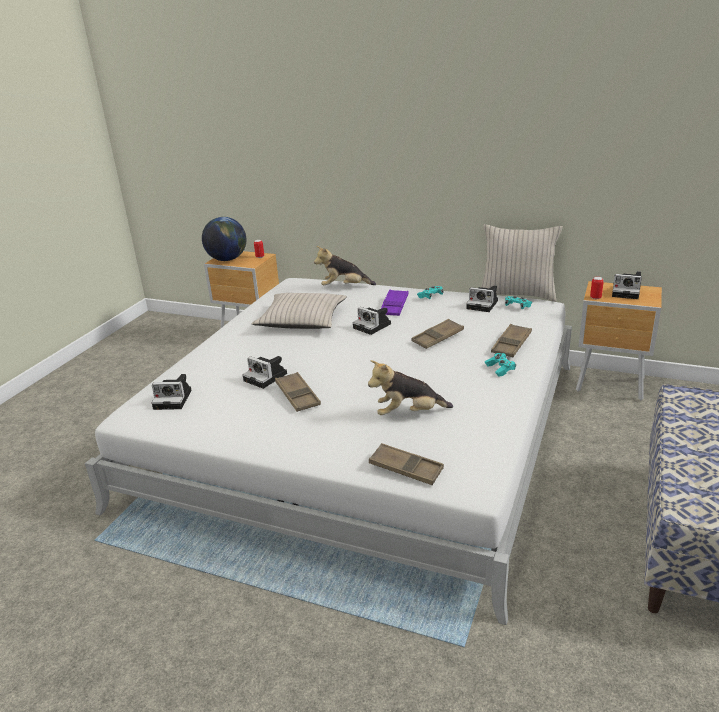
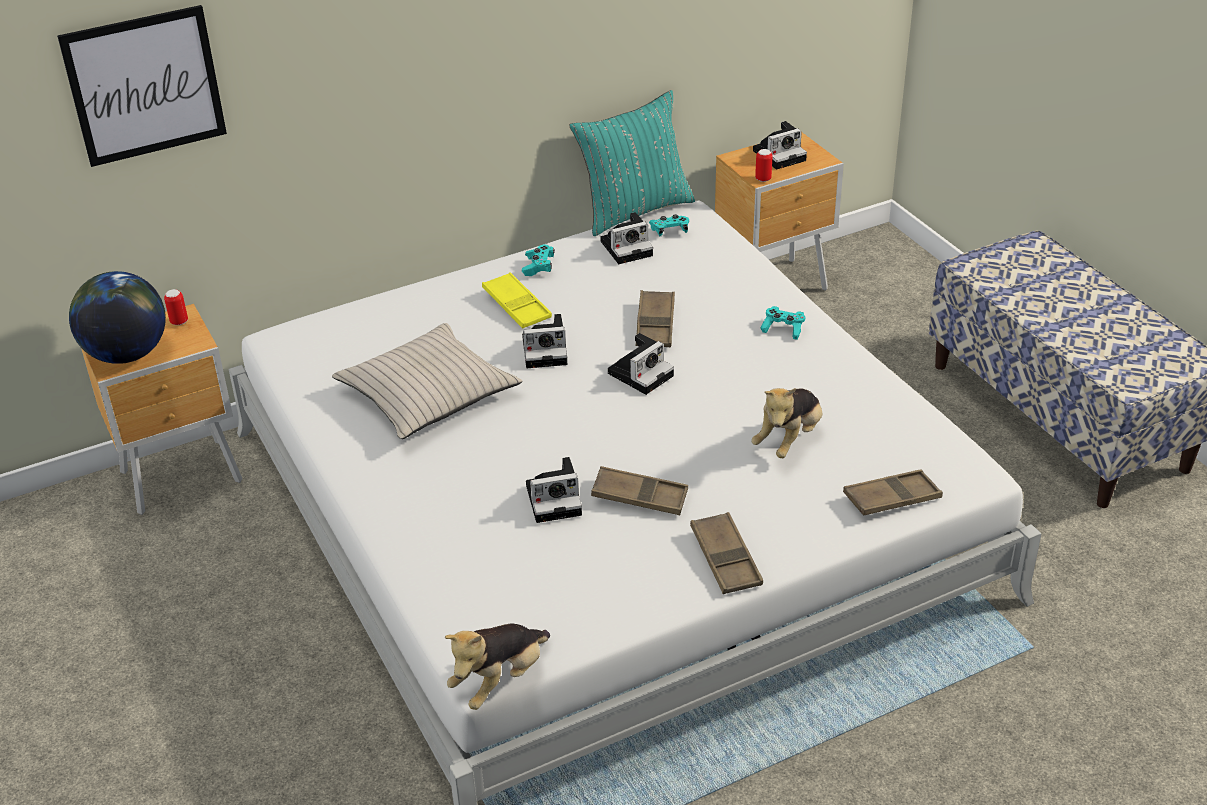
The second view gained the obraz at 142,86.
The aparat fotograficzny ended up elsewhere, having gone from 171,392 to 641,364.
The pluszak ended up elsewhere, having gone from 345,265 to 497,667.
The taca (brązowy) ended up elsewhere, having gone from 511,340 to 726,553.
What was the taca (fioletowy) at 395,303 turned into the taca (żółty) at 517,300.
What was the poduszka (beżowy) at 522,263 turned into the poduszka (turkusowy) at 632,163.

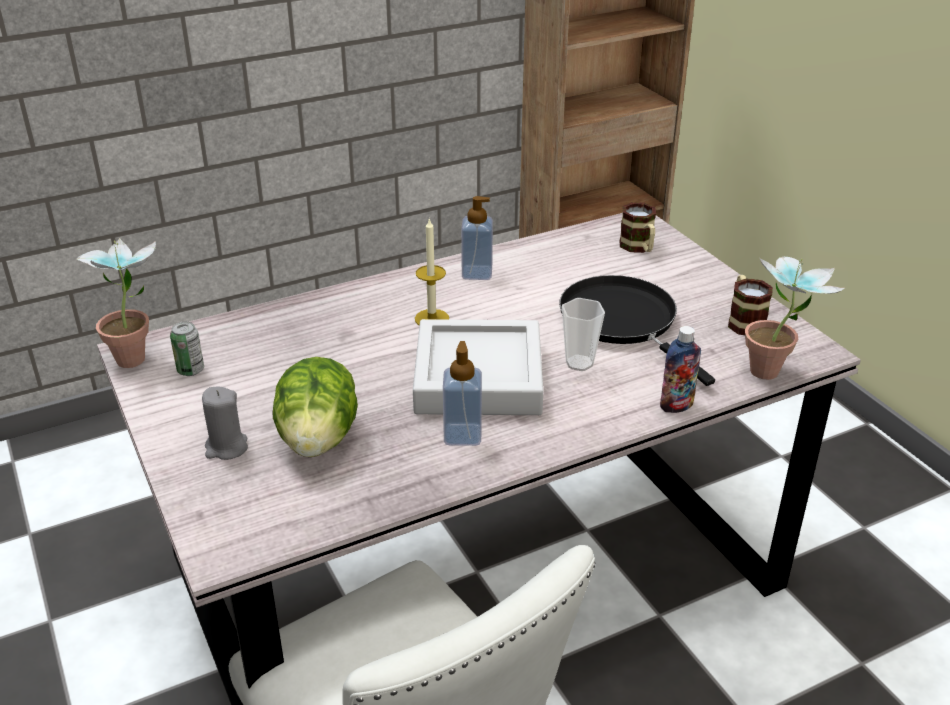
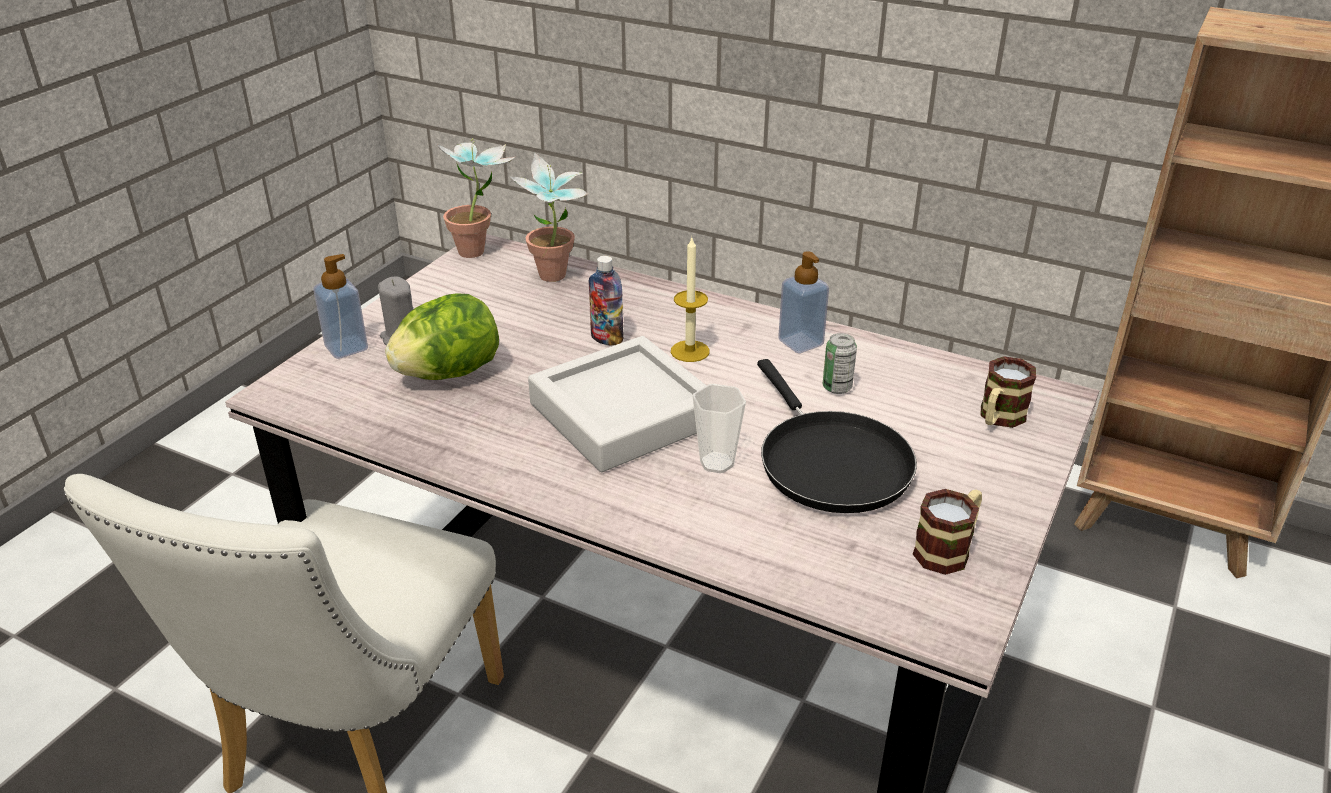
The puszka ended up elsewhere, having gone from 187,349 to 840,363.
The dozownik mydła ended up elsewhere, having gone from 462,393 to 340,306.
The butelka ended up elsewhere, having gone from 680,369 to 606,300.
The roślina doniczkowa ended up elsewhere, having gone from 795,318 to 549,217.
The patelnia (czarny) at 637,330 ended up facing another way, 135 degrees clockwise from before.

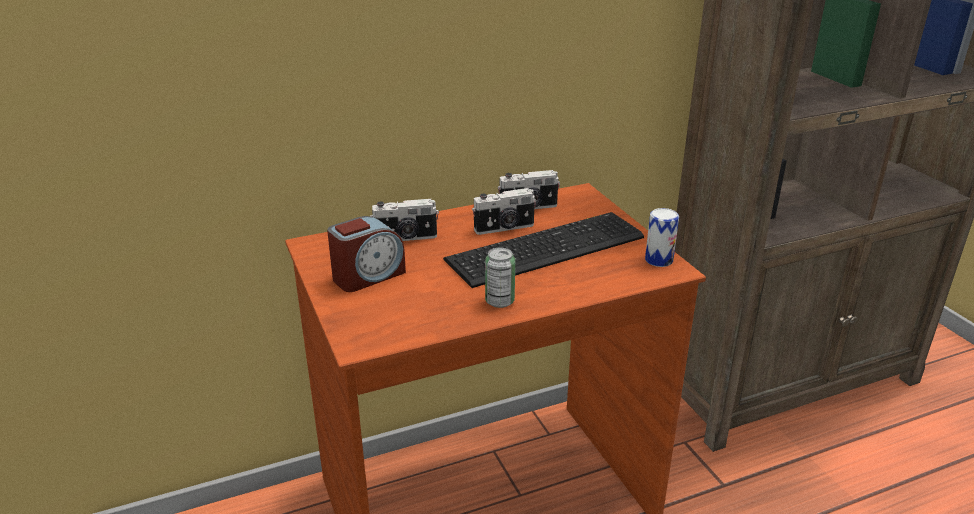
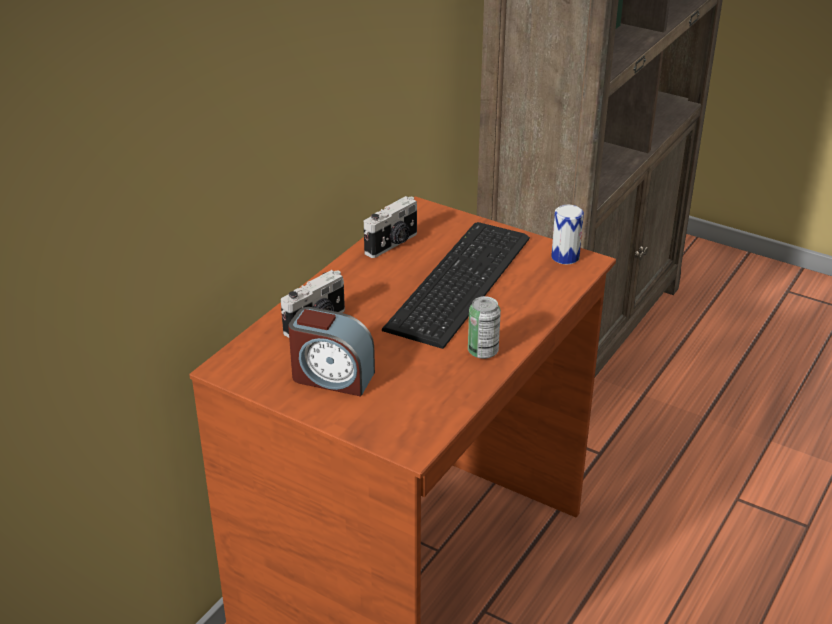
The second view lost the aparat fotograficzny at 504,211.
The budzik at 366,254 ended up facing another way, 90 degrees clockwise from before.

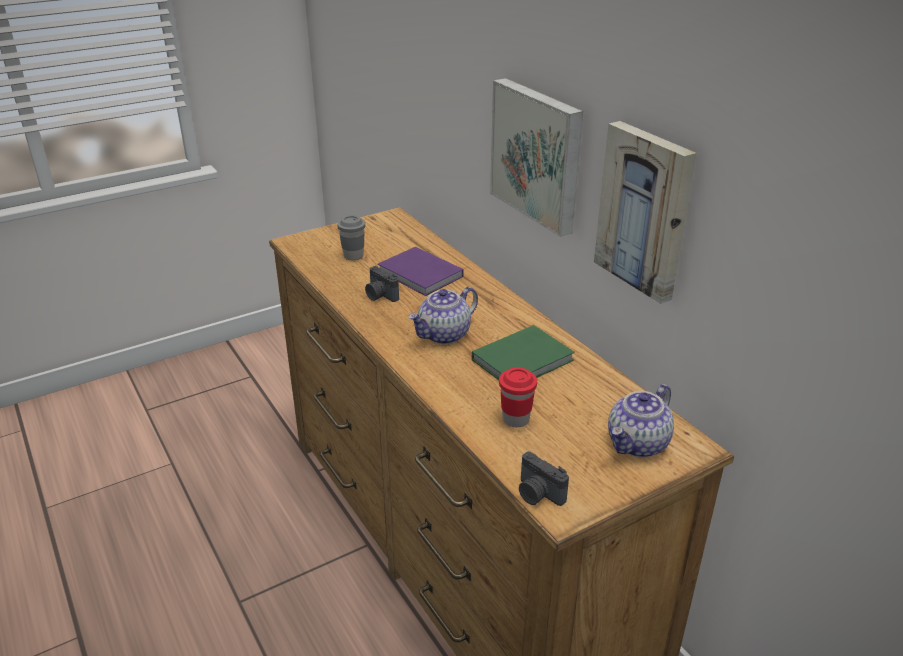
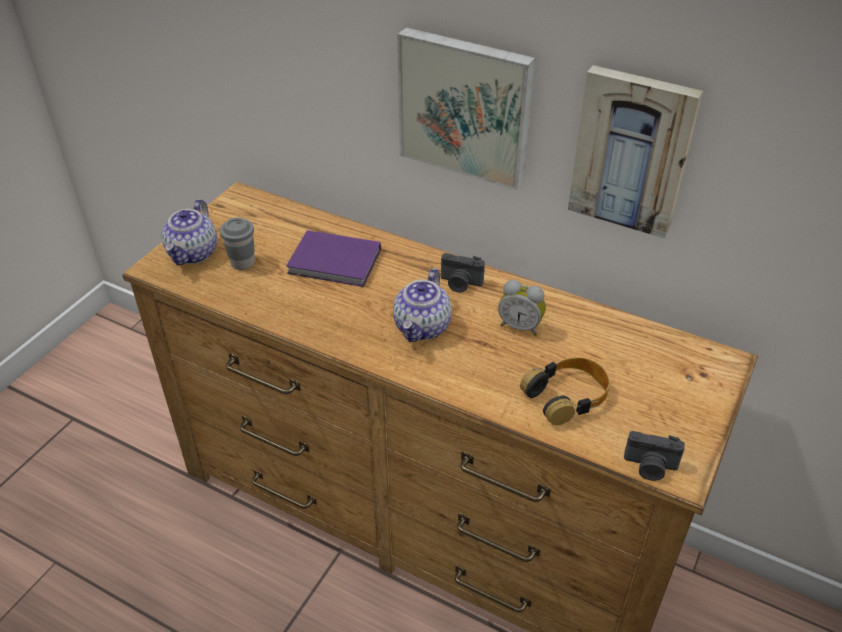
The aparat fotograficzny ended up elsewhere, having gone from 382,284 to 463,273.
The imbryk ended up elsewhere, having gone from 641,420 to 189,232.
Where the książka (zielony) stood at 523,352, the budzik came to stand at 522,308.
Where the filiżanka (czerwony) stood at 518,397, the słuchawki came to stand at 565,391.

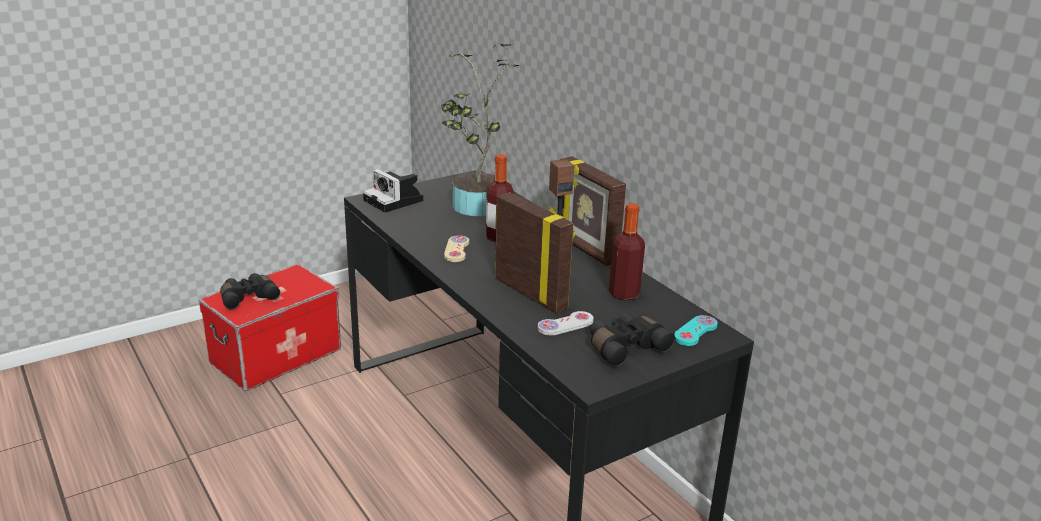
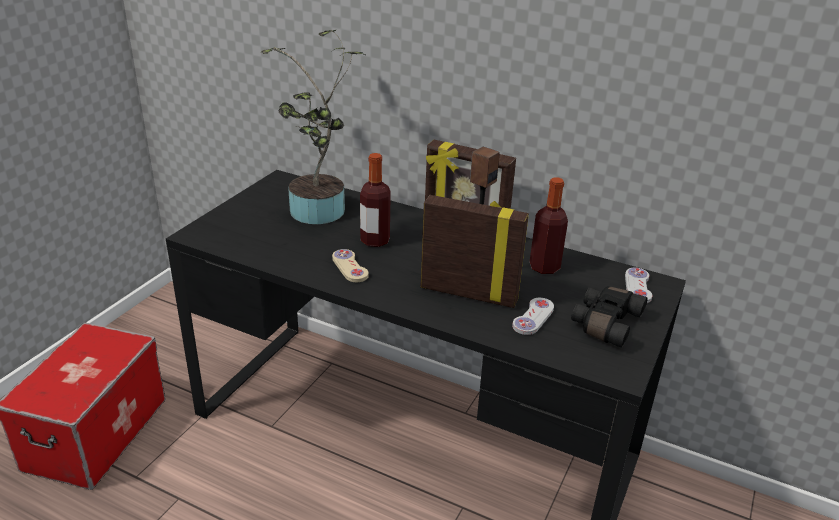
The second view lost the lornetka (czarny) at 250,291.
The second view lost the aparat fotograficzny at 393,191.
What was the pad do gier (turkusowy) at 696,330 turned into the pad do gier (biały) at 639,285.

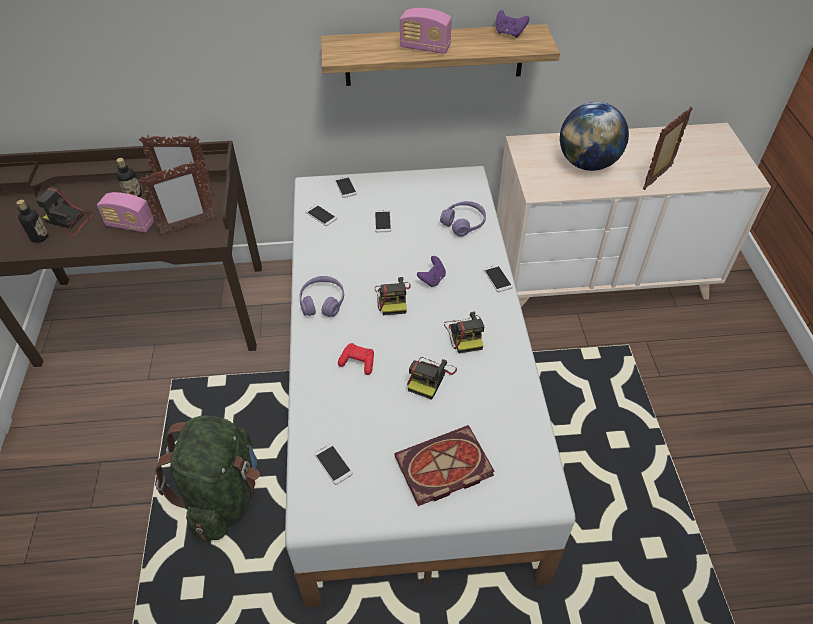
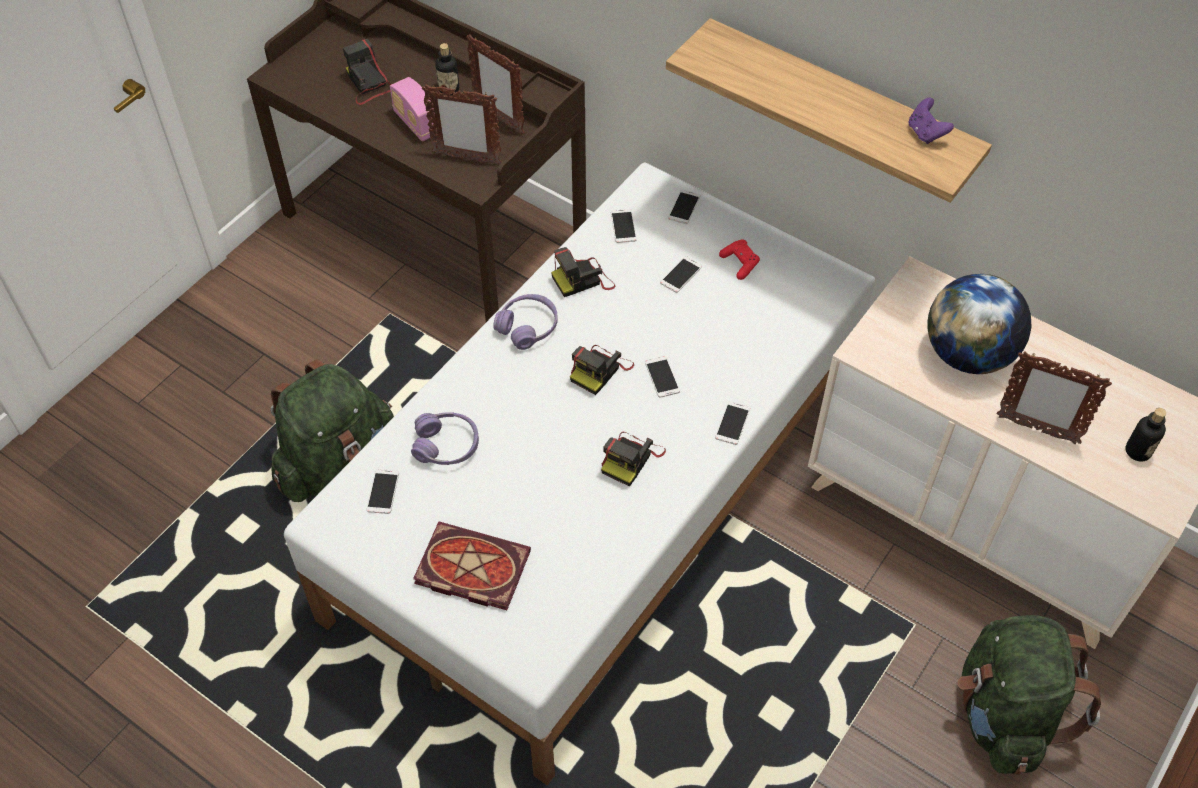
The second view lost the radio at 426,31.
The second view gained the plecak (zielony) at 1029,695.
The butelka ended up elsewhere, having gone from 32,221 to 1145,434.
The pad do gier (czerwony) ended up elsewhere, having gone from 356,359 to 739,259.
The aparat fotograficzny ended up elsewhere, having gone from 432,378 to 583,272.
The słuchawki (fioletowy) ended up elsewhere, having gone from 463,219 to 445,438.
Where the pad do gier (fioletowy) stood at 431,271, the telefon came to stand at 662,377.
The ramka na zdjęcie at 668,148 ended up facing another way, 150 degrees counterclockwise from before.

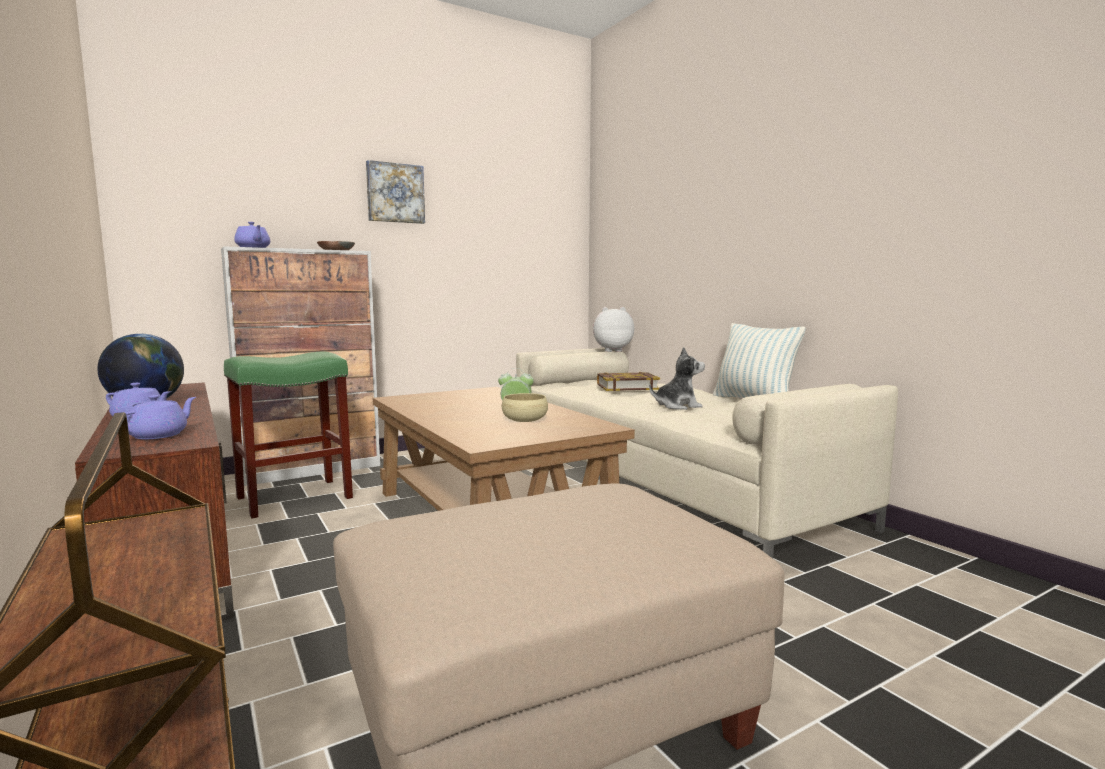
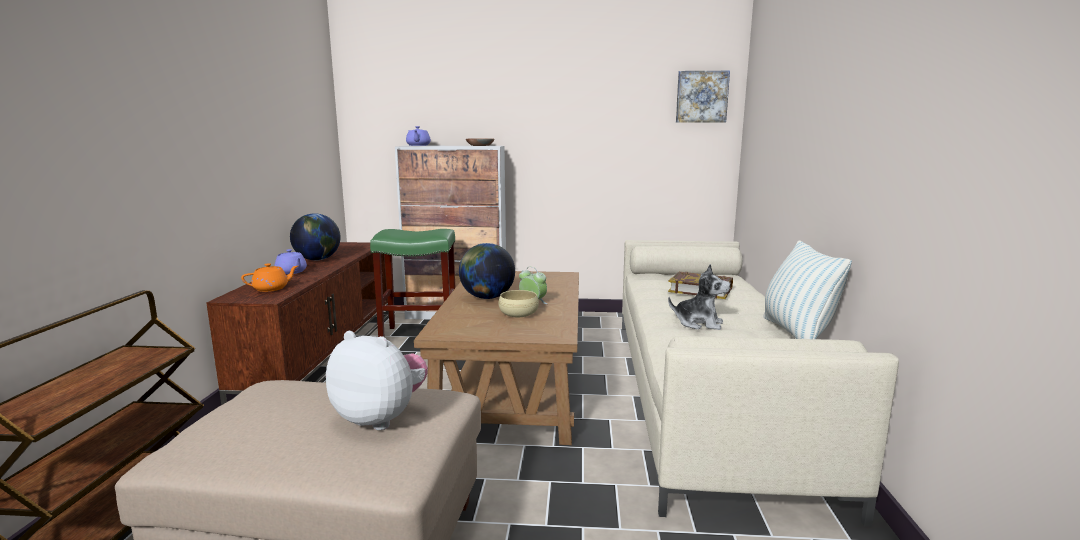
The second view gained the globus at 487,271.
The obraz ended up elsewhere, having gone from 395,192 to 703,97.
The pluszak ended up elsewhere, having gone from 613,329 to 377,380.
What was the imbryk (fioletowy) at 160,417 turned into the imbryk (pomarańczowy) at 269,277.

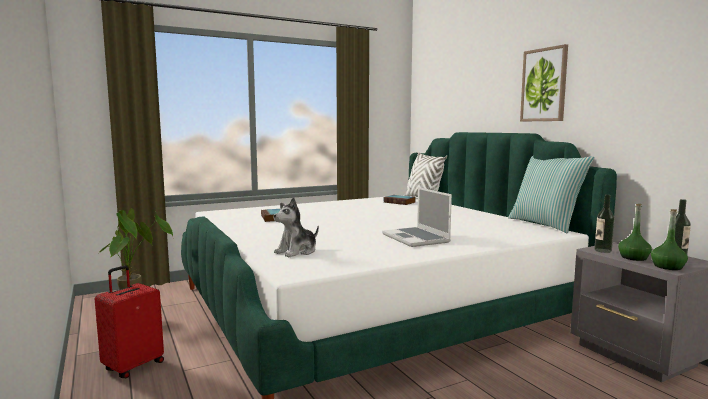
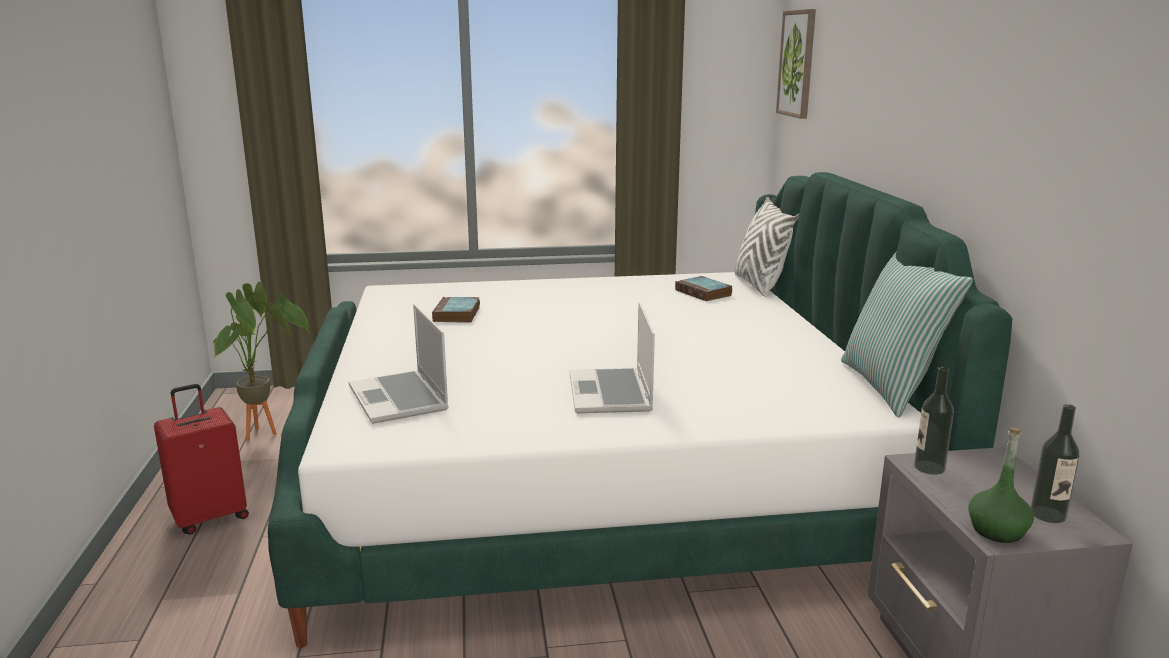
The second view lost the butelka (zielony) at 635,232.
The obraz ended up elsewhere, having gone from 544,82 to 796,64.
Where the pluszak stood at 296,227, the laptop came to stand at 399,364.

